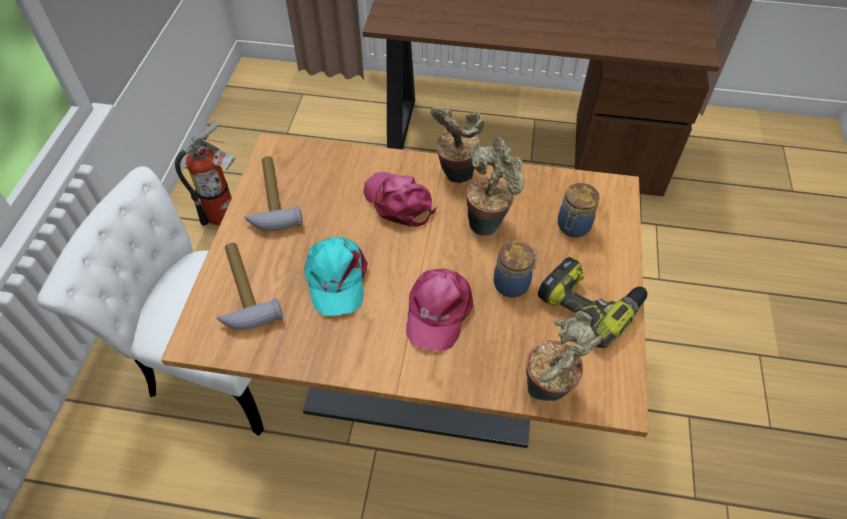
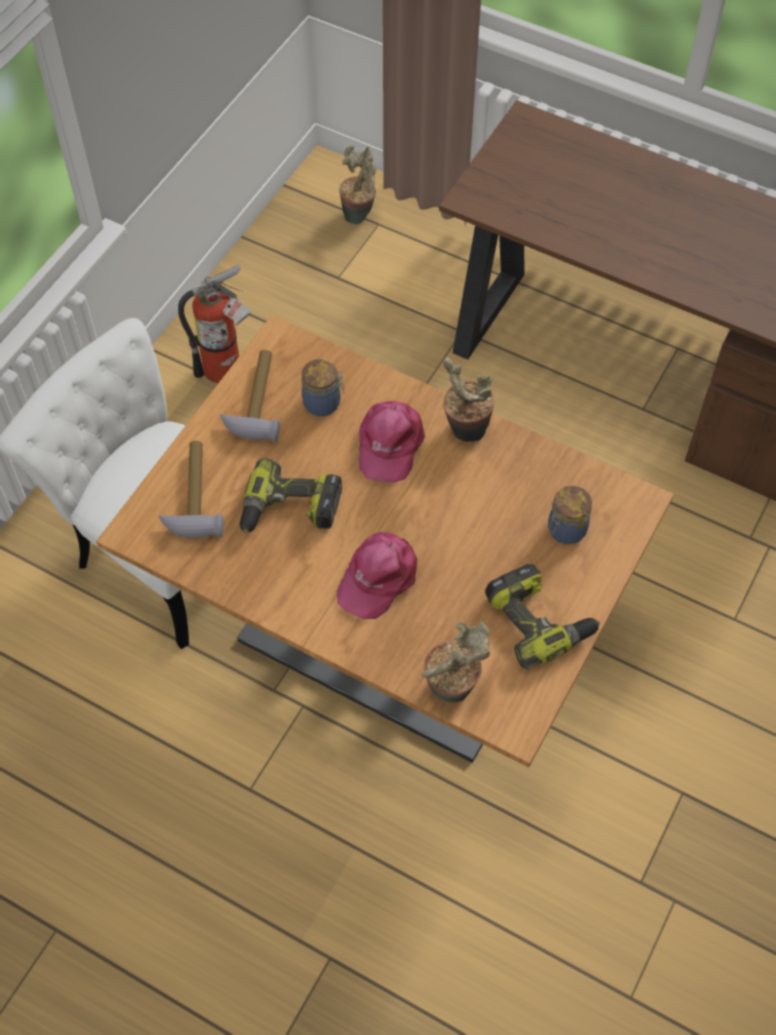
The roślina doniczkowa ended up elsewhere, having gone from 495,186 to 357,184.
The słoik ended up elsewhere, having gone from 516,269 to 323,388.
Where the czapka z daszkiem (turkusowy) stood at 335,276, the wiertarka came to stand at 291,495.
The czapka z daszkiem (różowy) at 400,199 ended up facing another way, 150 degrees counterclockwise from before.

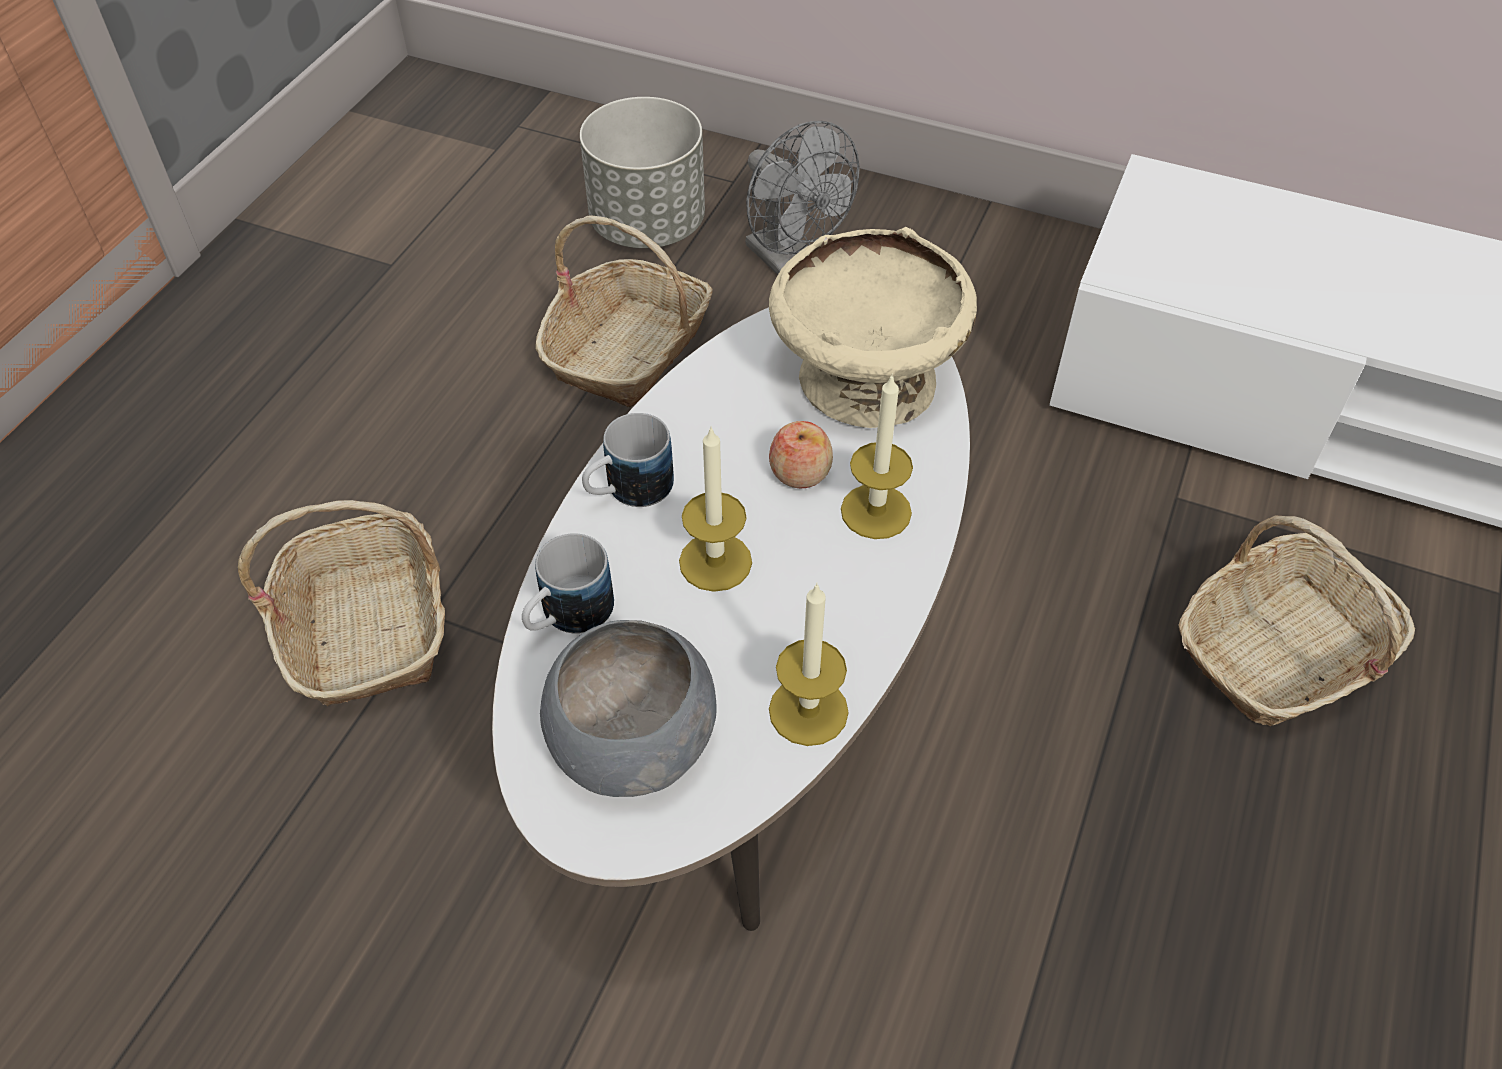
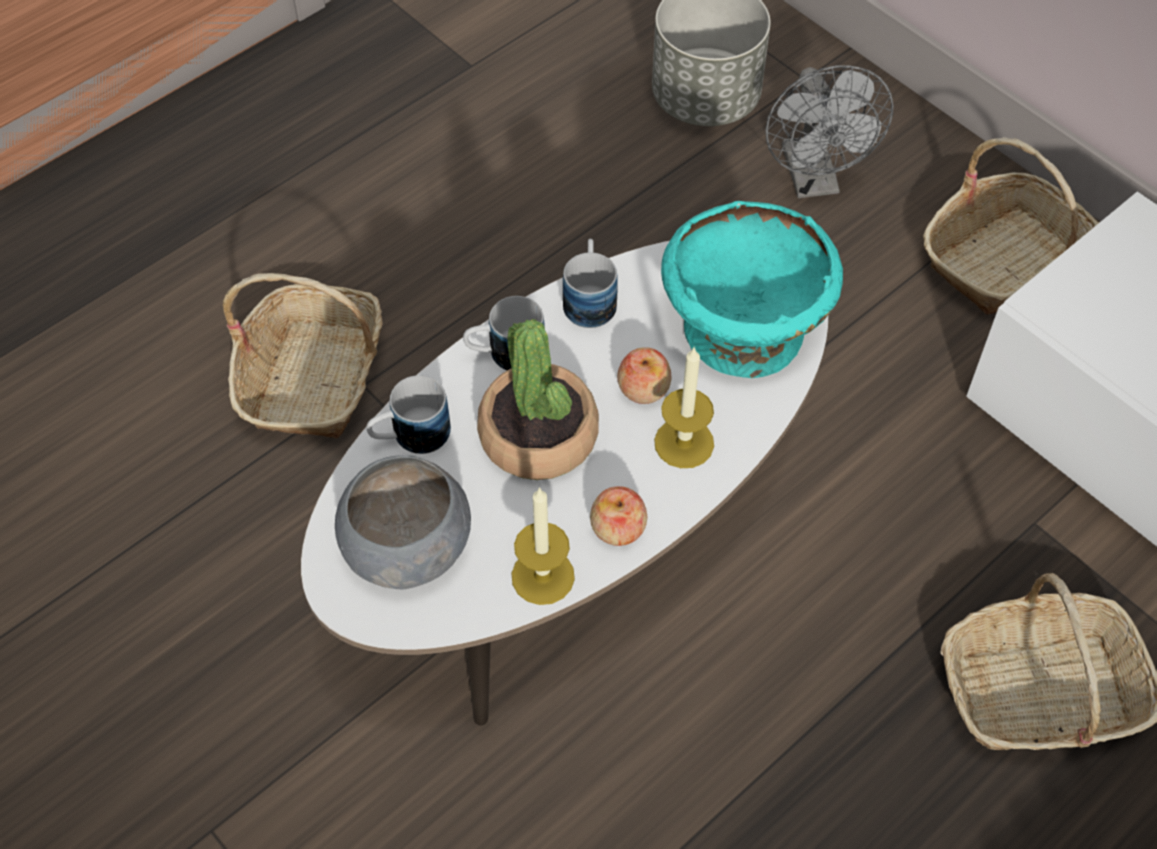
The second view gained the kubek at 590,283.
The second view gained the jabłko at 618,516.
The koszyk ended up elsewhere, having gone from 624,311 to 1011,226.
Where the świeca stood at 715,509, the roślina doniczkowa came to stand at 538,399.
What was the miska (beżowy) at 873,327 turned into the miska (turkusowy) at 752,289.

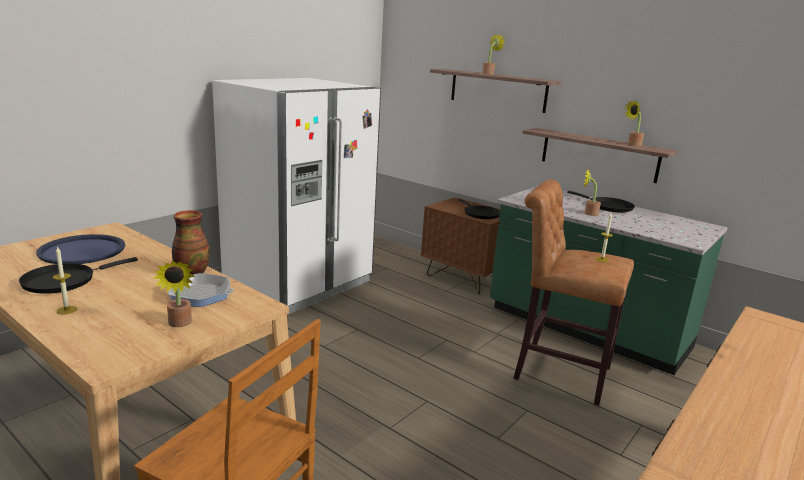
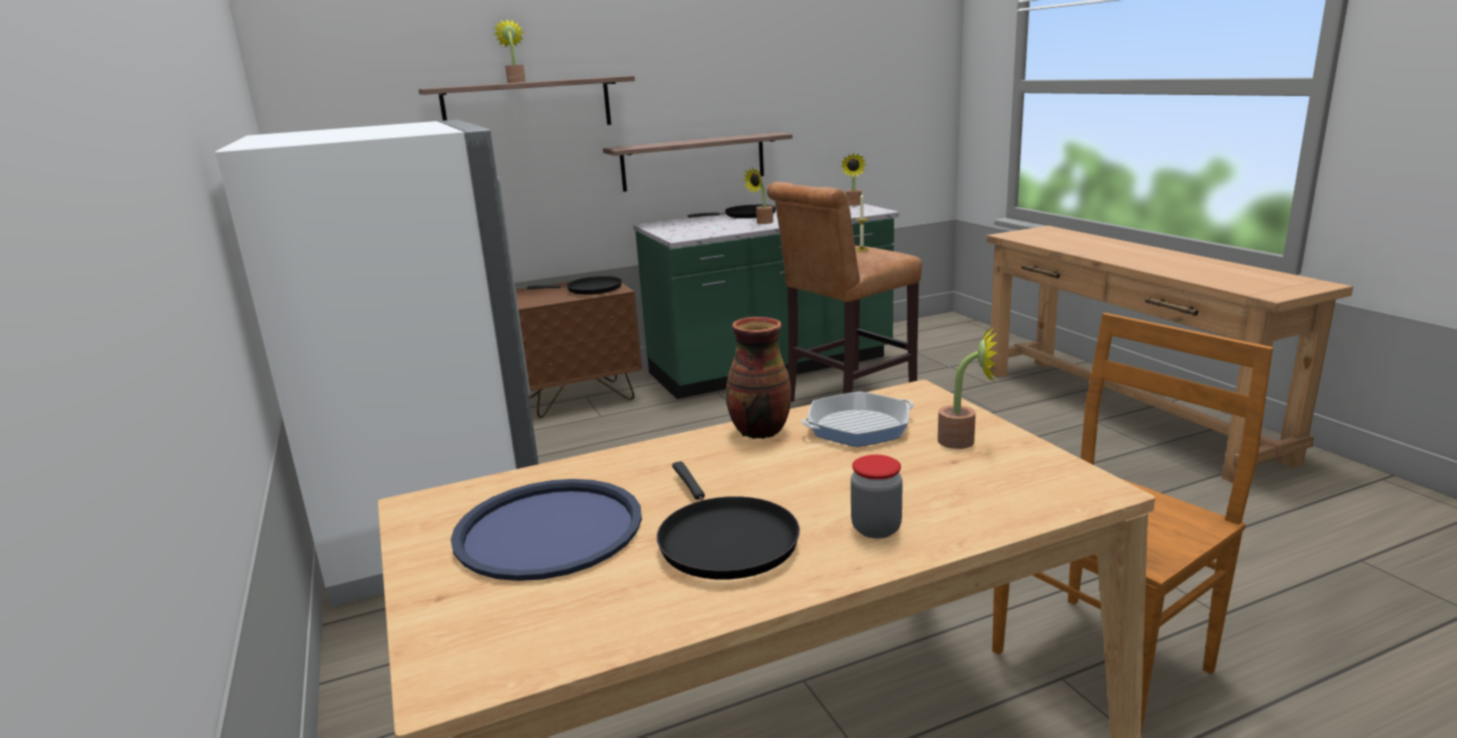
The roślina doniczkowa ended up elsewhere, having gone from 634,123 to 853,179.
Where the świeca stood at 65,280, the słoik came to stand at 877,497.
The patelnia at 201,290 ended up facing another way, 150 degrees counterclockwise from before.

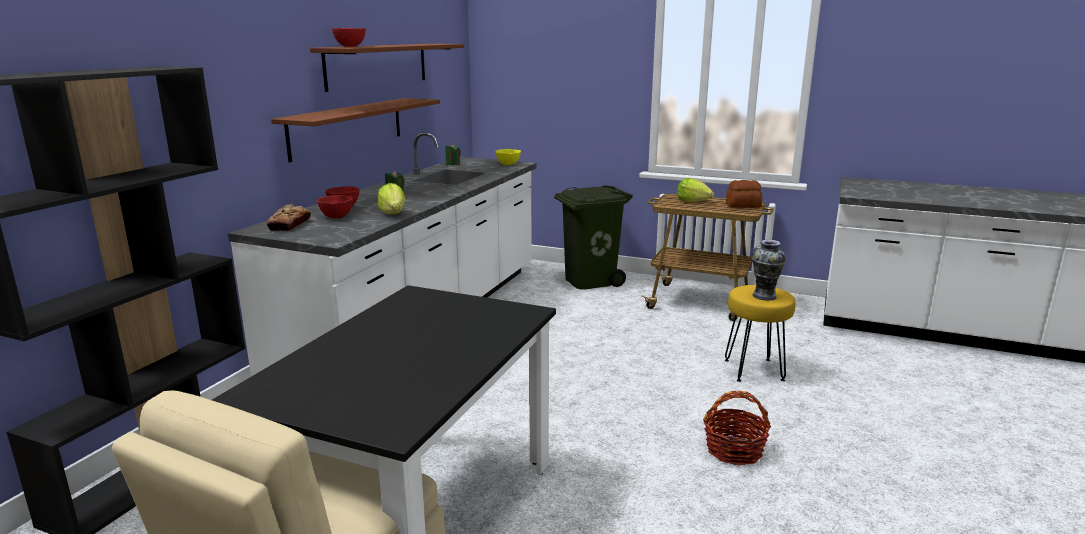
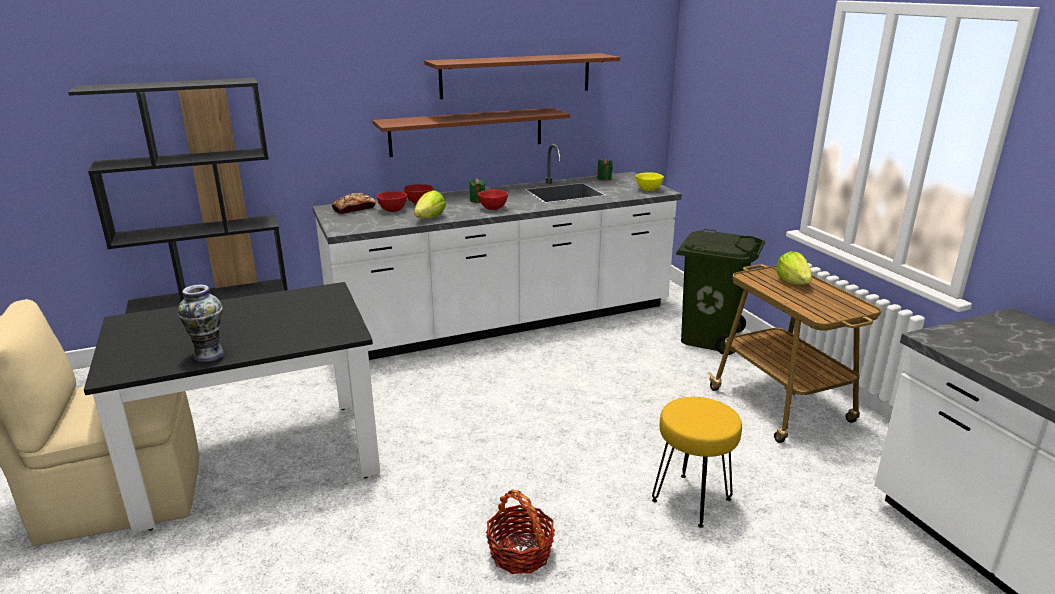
The second view lost the chleb at 744,194.
The miska (czerwony) ended up elsewhere, having gone from 349,37 to 493,199.
The wazon ended up elsewhere, having gone from 769,270 to 201,323.

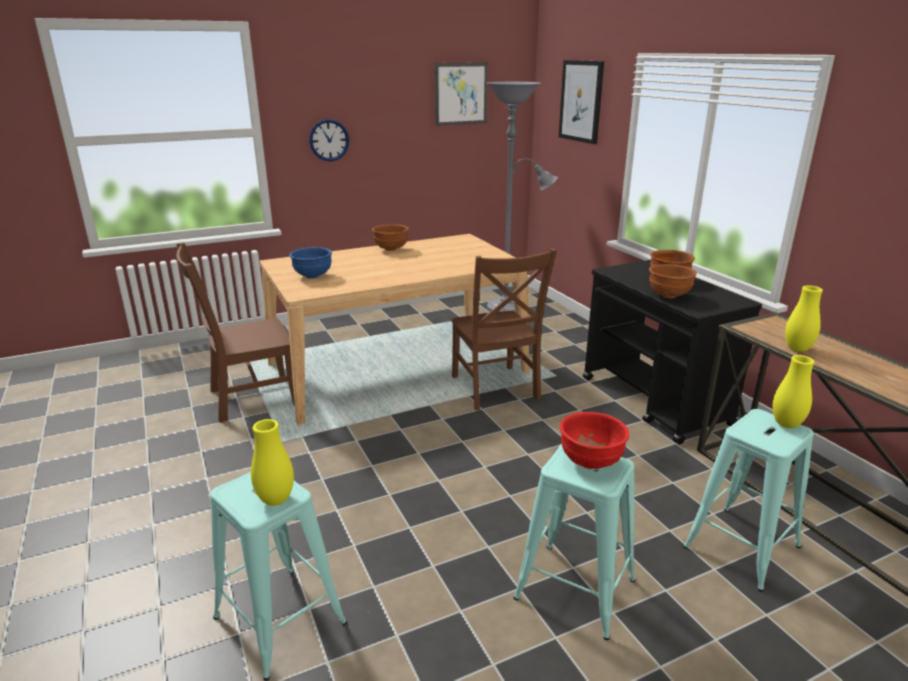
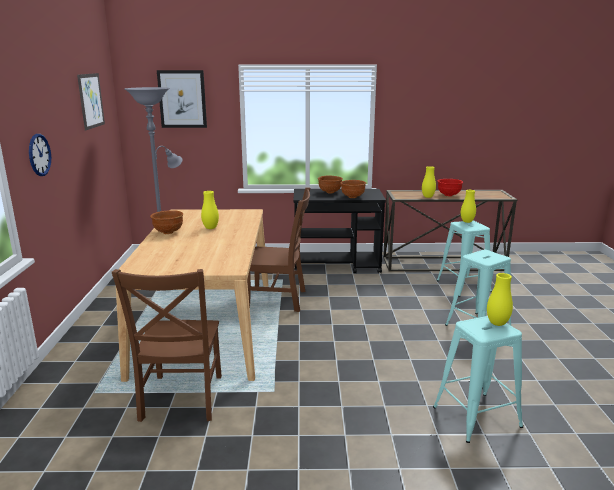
The second view lost the miska (niebieski) at 310,263.
The second view gained the wazon (żółty) at 210,210.
The miska (czerwony) ended up elsewhere, having gone from 594,440 to 450,187.

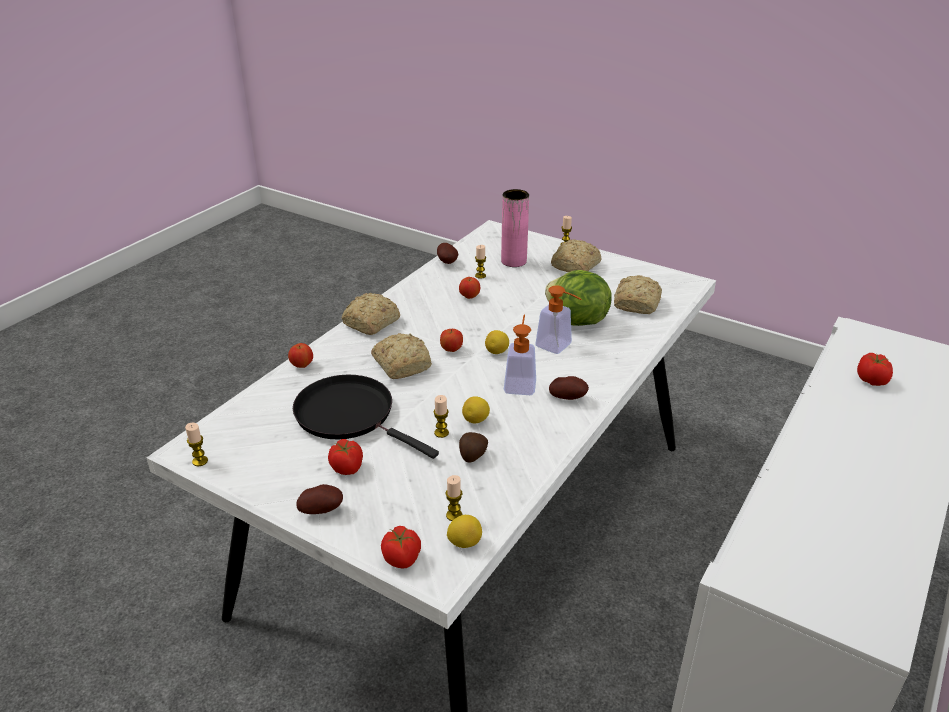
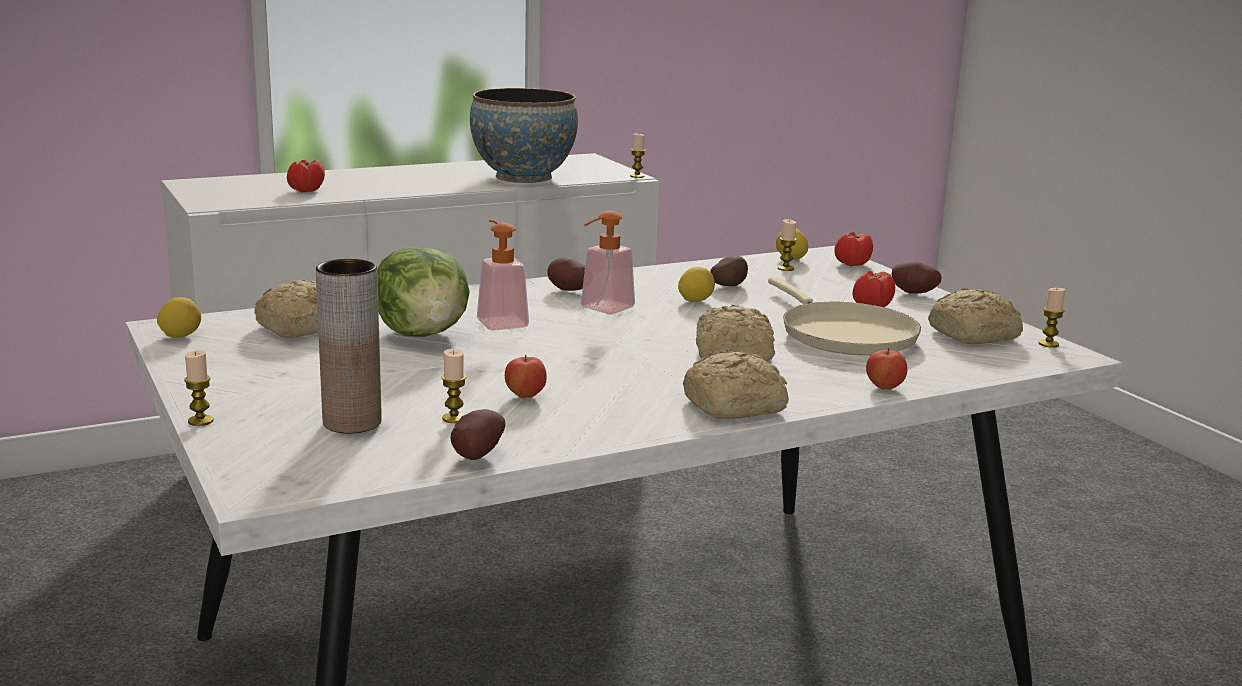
The second view lost the jabłko at 451,340.
The second view gained the miska at 524,135.
The świeca ended up elsewhere, having gone from 441,416 to 638,155.
The cytryna ended up elsewhere, having gone from 497,342 to 179,317.
The chleb ended up elsewhere, having gone from 576,255 to 975,316.
What was the patelnia (czarny) at 366,417 turned into the patelnia (beżowy) at 844,316.
What was the wazon (różowy) at 515,228 turned into the wazon (brązowy) at 349,346.

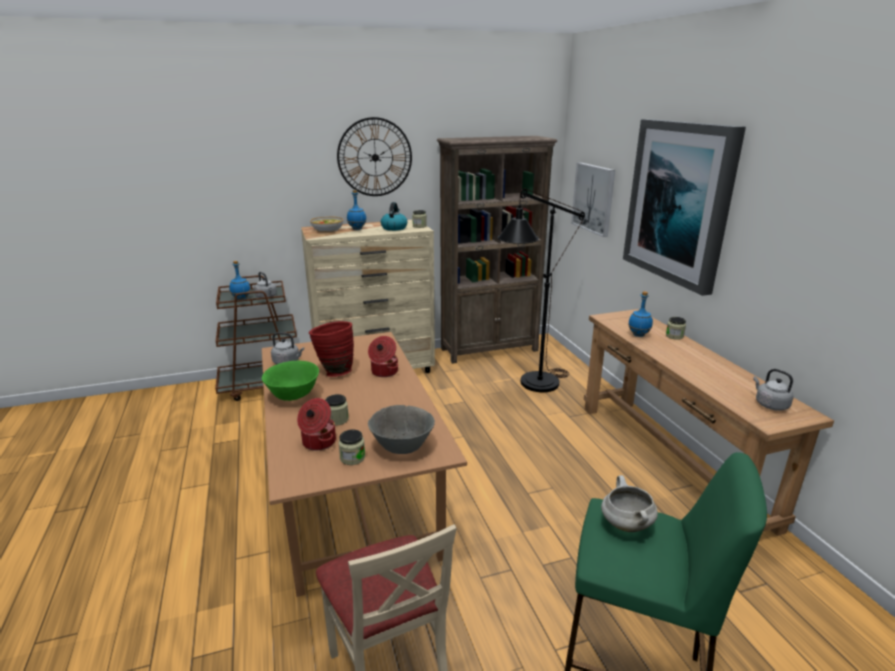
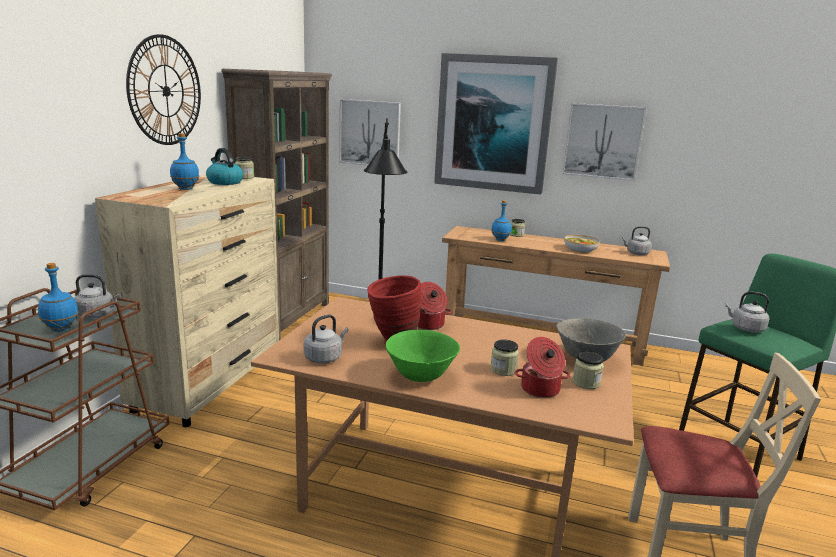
The second view gained the obraz at 604,142.
The miska ended up elsewhere, having gone from 326,224 to 582,244.
Where the garnek (biały) stood at 629,503, the czajnik (szary) came to stand at 747,312.

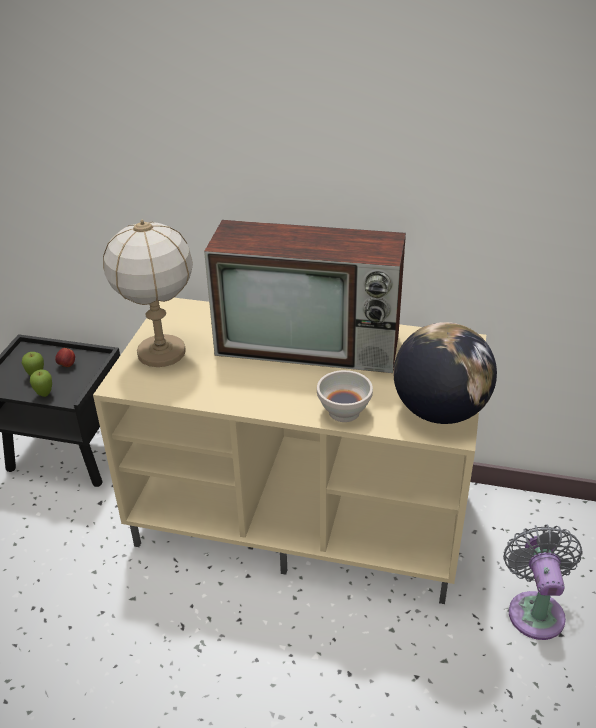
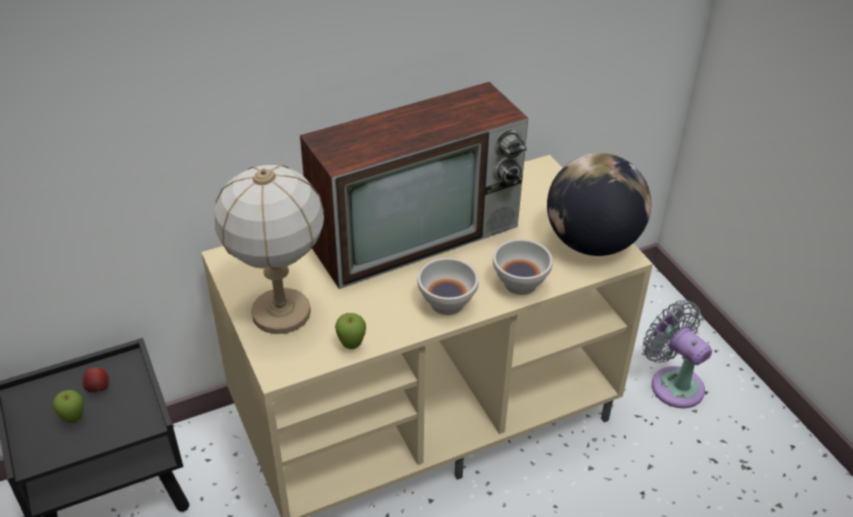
The second view gained the miska (biały) at 448,286.
The jabłko ended up elsewhere, having gone from 41,383 to 350,331.

